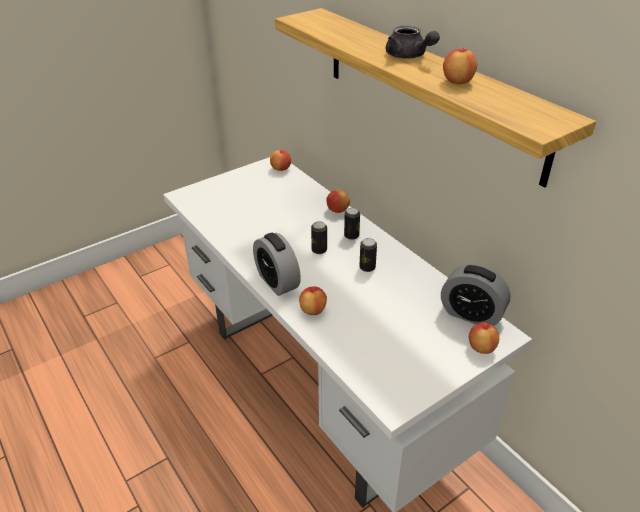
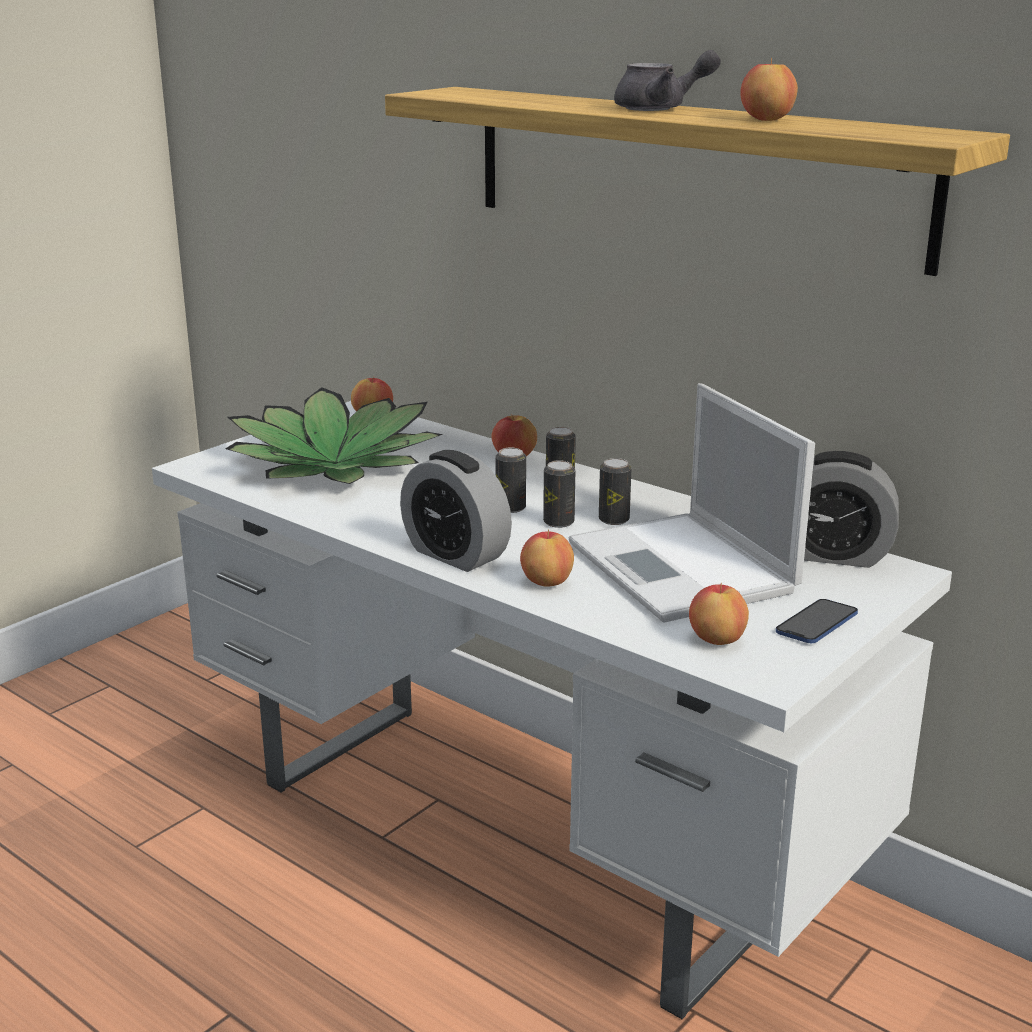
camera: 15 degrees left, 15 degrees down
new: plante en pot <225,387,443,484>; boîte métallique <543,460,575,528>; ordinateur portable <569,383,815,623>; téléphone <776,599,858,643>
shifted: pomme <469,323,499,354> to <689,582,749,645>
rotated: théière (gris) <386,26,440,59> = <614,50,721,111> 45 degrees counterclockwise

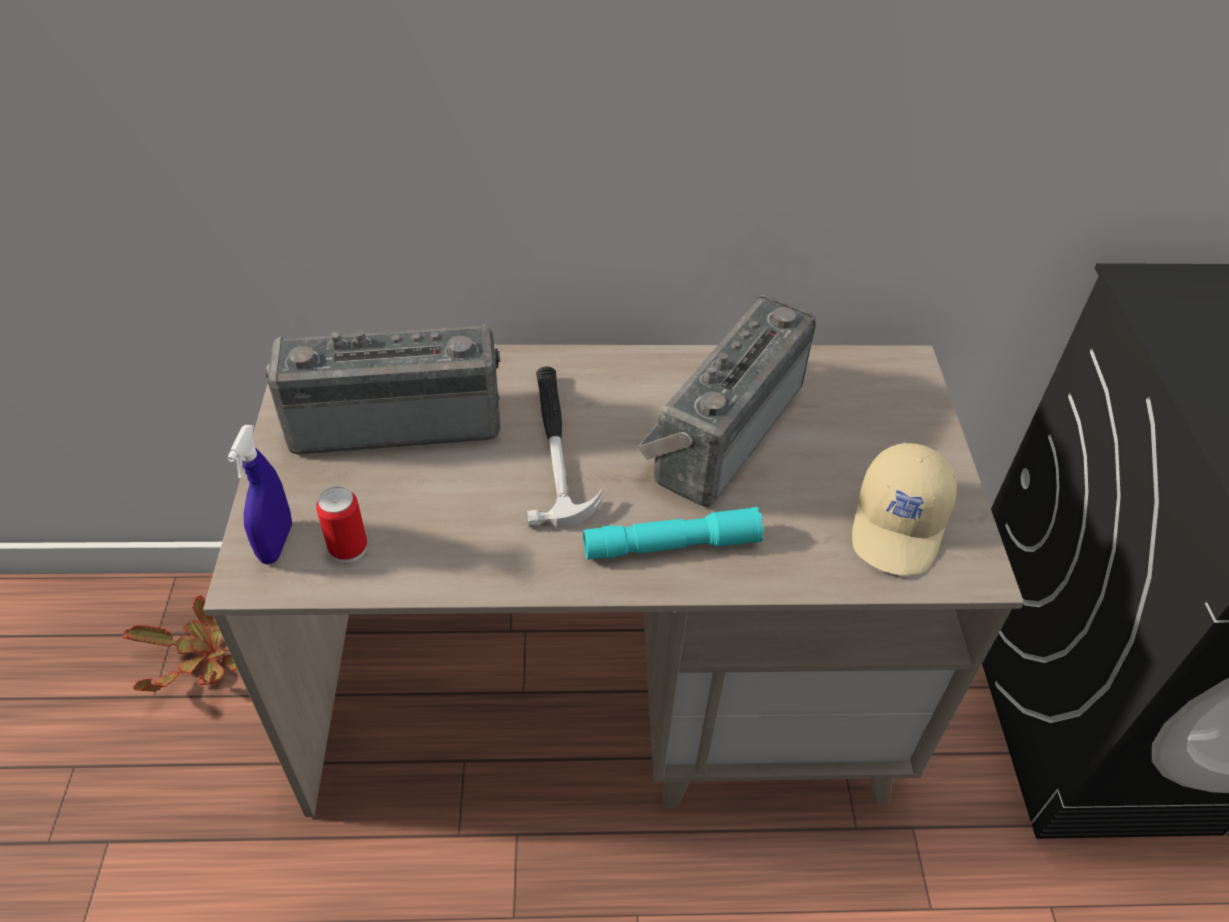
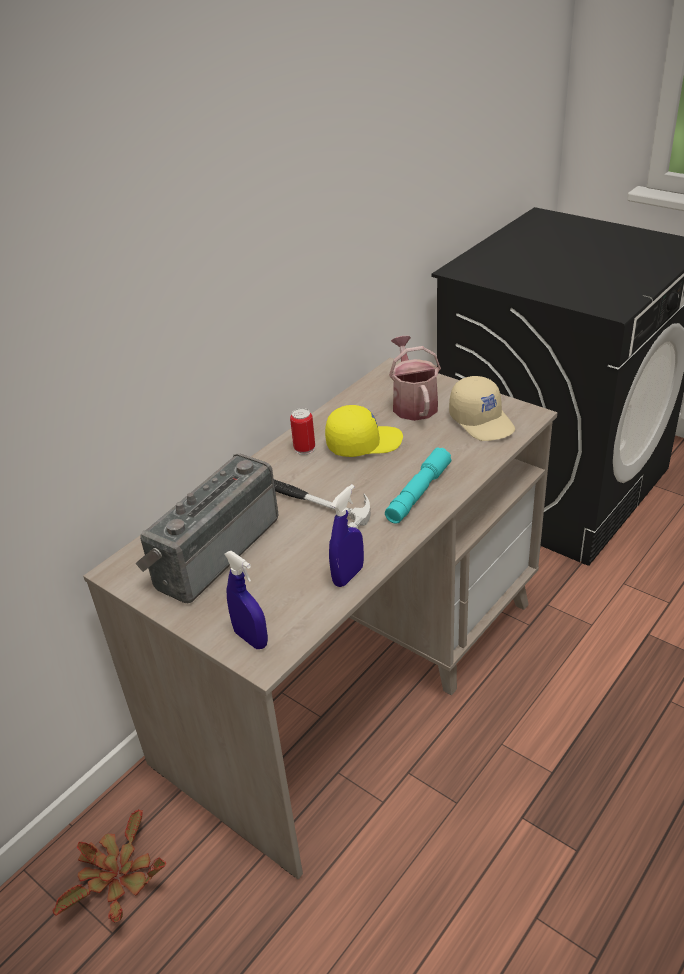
camera: 45 degrees left, 10 degrees down
new: vaporisateur (bleu) <329,484,364,587>; arrosoir <389,336,441,421>
shifted: boîte métallique <316,486,367,563> to <290,408,315,455>
swapped: radio <637,295,816,507> to casquette (jaune) <325,405,403,457>

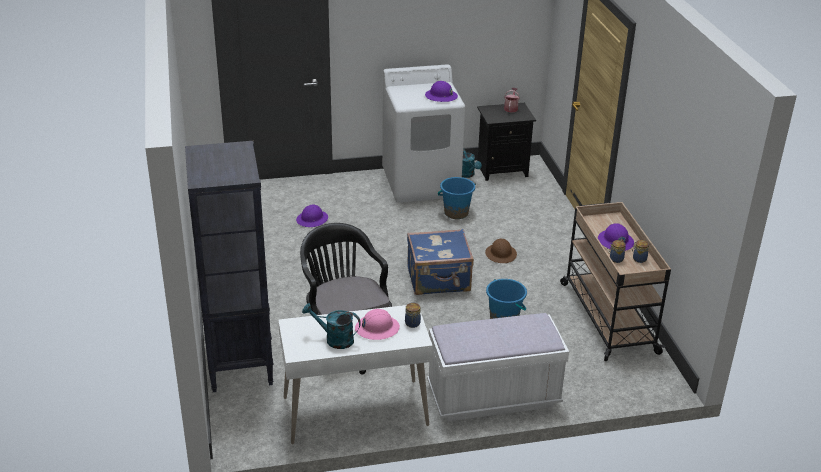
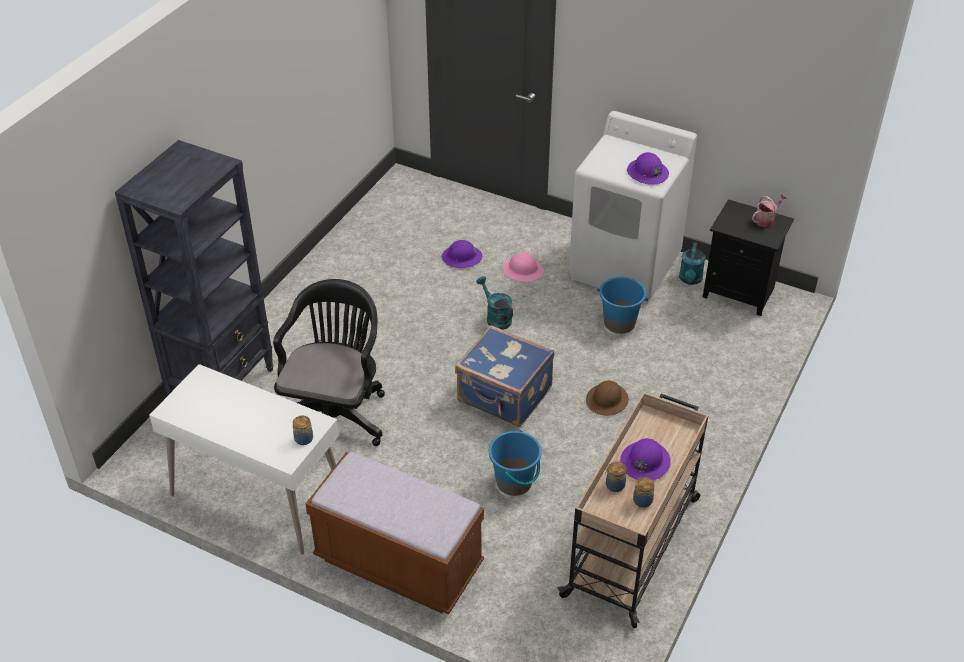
camera: 40 degrees right, 10 degrees up
shifted: arrosoir (turquoise) <302,303,361,349> to <476,276,513,330>; casque de chantier (rose) <355,309,400,340> to <503,253,543,282>
repainted: banc (blanc) <427,313,569,421> to banc (marron) <305,452,484,614>

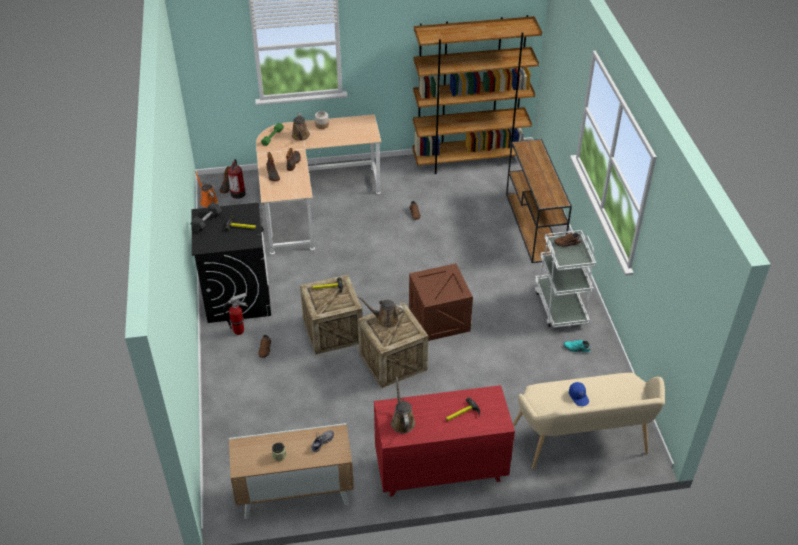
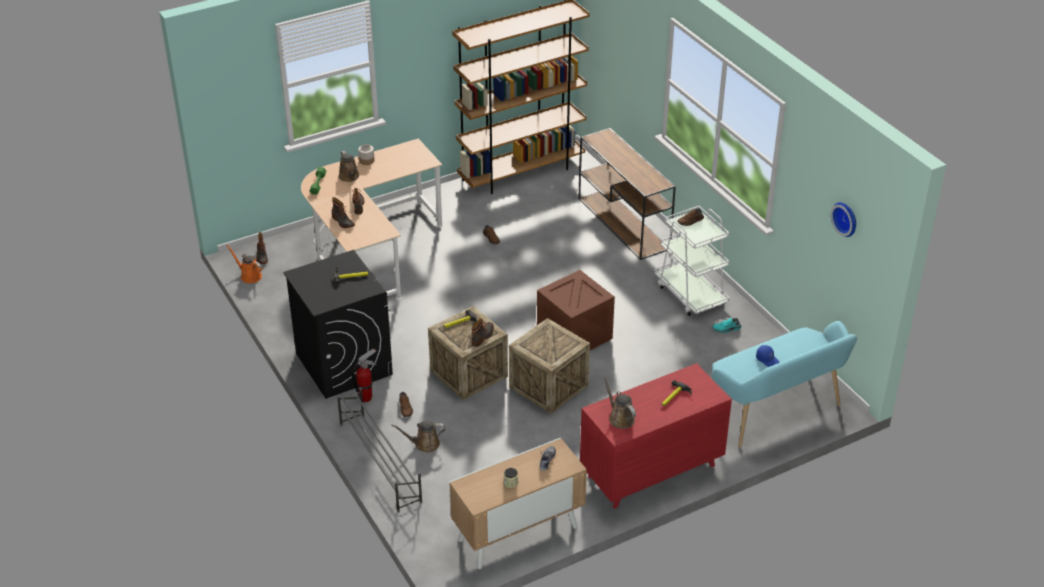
camera: 20 degrees left, 5 degrees down
gone: haltère (gris) <190,202,222,232>; extincteur <228,159,246,199>
new: étagère à chaussures (gris) <337,387,423,513>; botte <472,319,494,347>; horloge murale <831,202,856,237>
shifted: arrosoir (marron) <357,296,404,328> to <391,421,445,452>
repainted: banc (beige) <513,373,665,469> to banc (turquoise) <712,321,857,447>

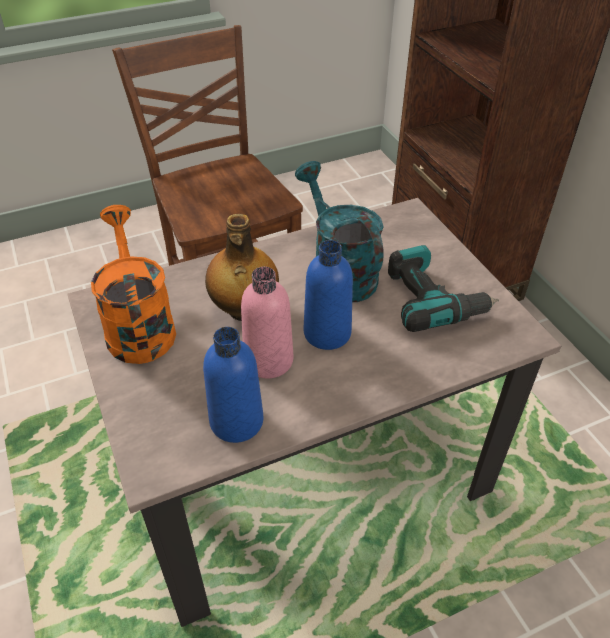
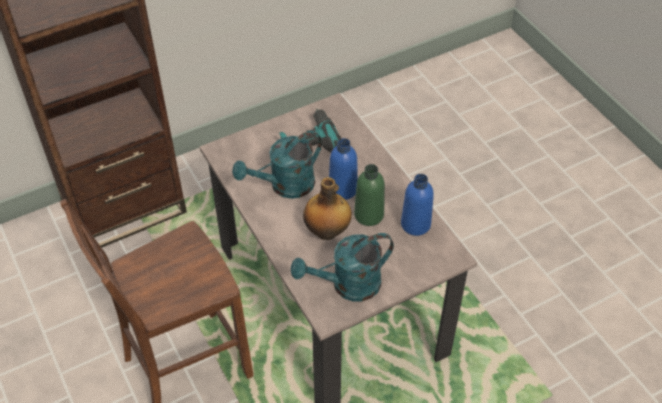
camera: 95 degrees left, 5 degrees up
repainted: arrosoir (orange) <91,205,176,364> to arrosoir (turquoise) <291,233,394,301>; bouteille (rose) <241,267,293,378> to bouteille (vert) <354,164,385,226>

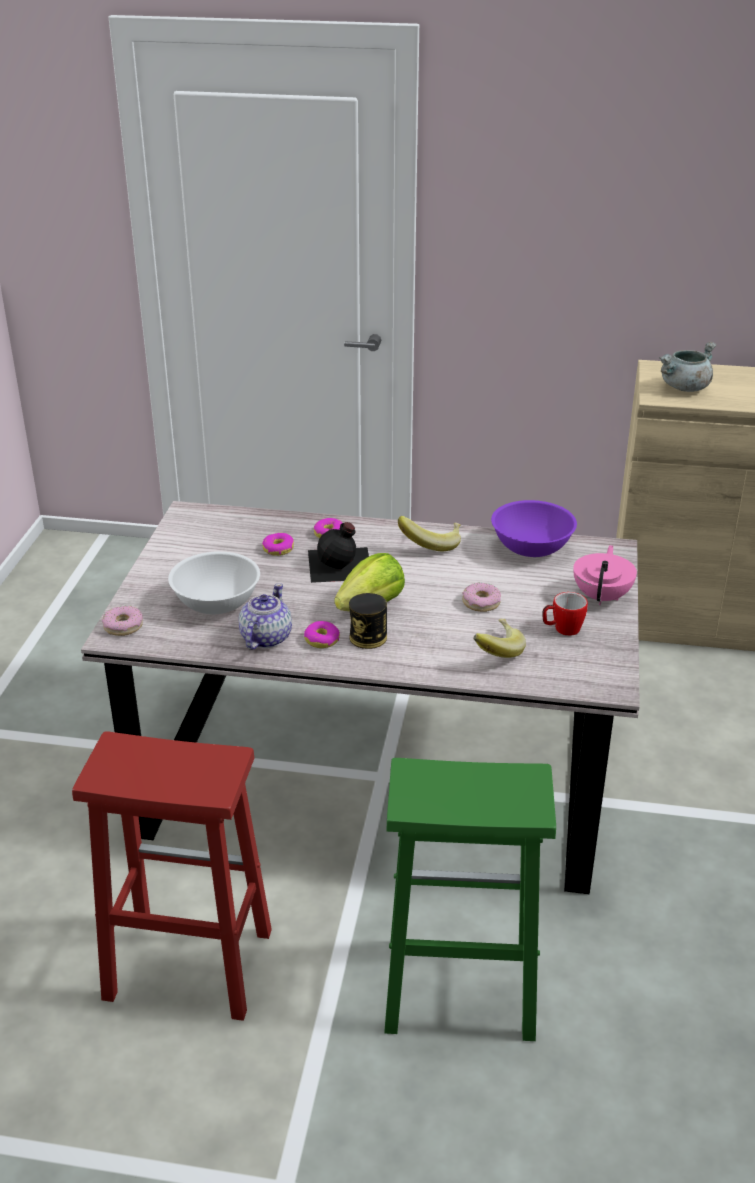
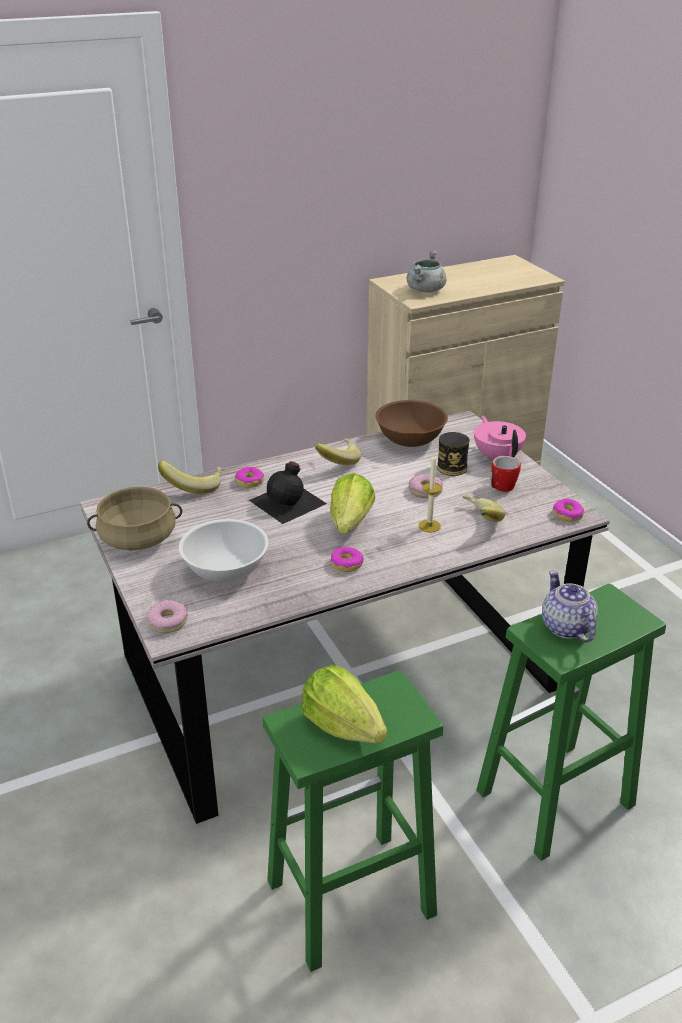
camera: 35 degrees left, 0 degrees up
new: marmite (beige) <87,487,182,551>; banane <158,461,223,494>; laitue <302,665,387,743>; bougie <418,454,442,533>
shifted: théière <239,583,292,650> to <542,571,598,642>; beignet <262,533,294,556> to <553,499,584,522>; boîte métallique <349,593,387,649> to <437,432,470,476>
repainted: tabouret (rouge) <72,731,272,1021> to tabouret (vert) <263,670,443,972>; bol (violet) <491,500,577,557> to bol (marron) <375,400,448,447>

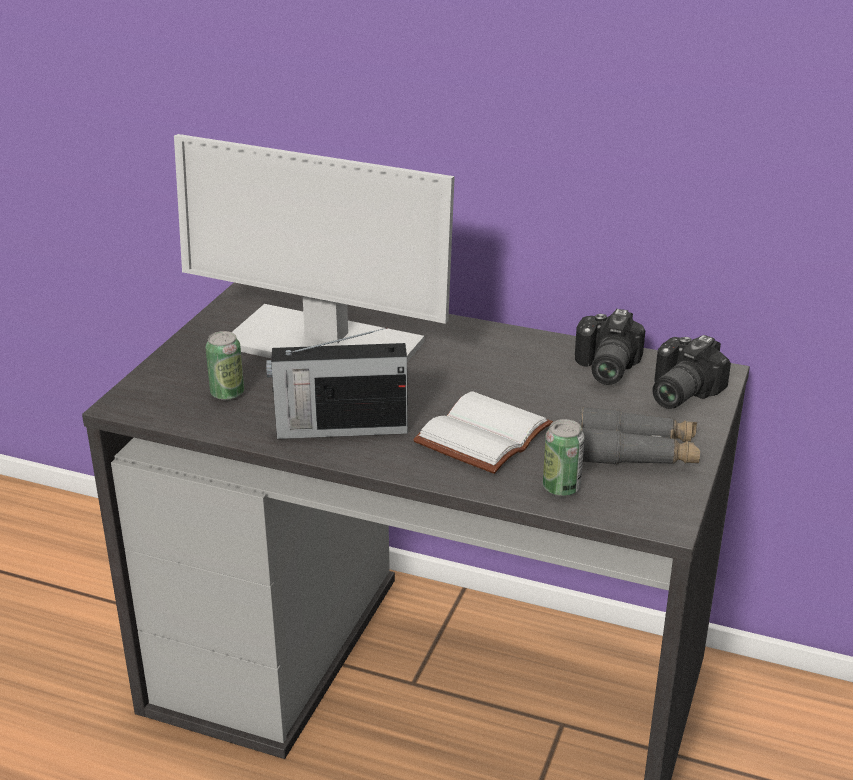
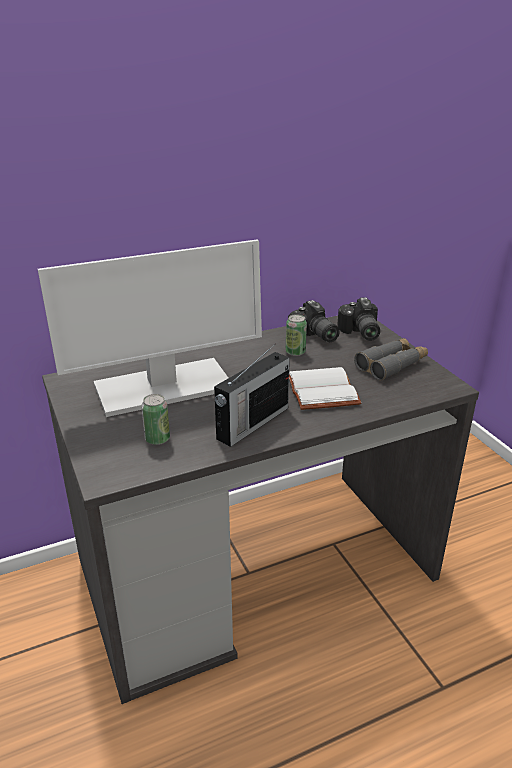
camera: 45 degrees left, 0 degrees up
shifted: boîte métallique <543,419,585,496> to <286,314,307,356>

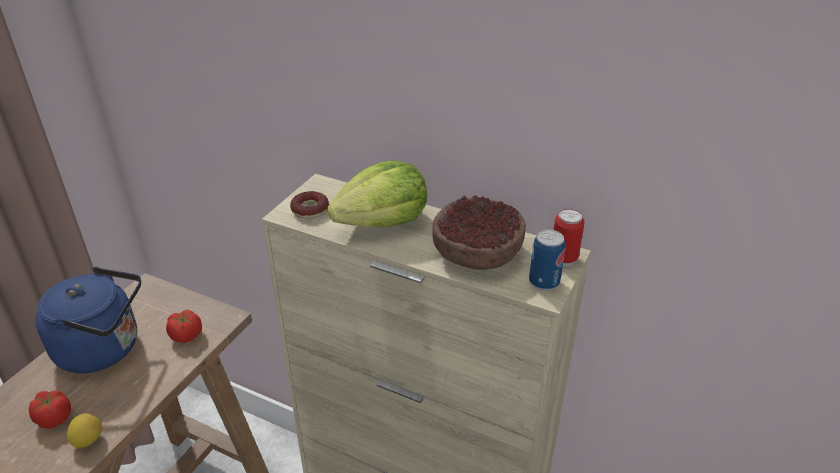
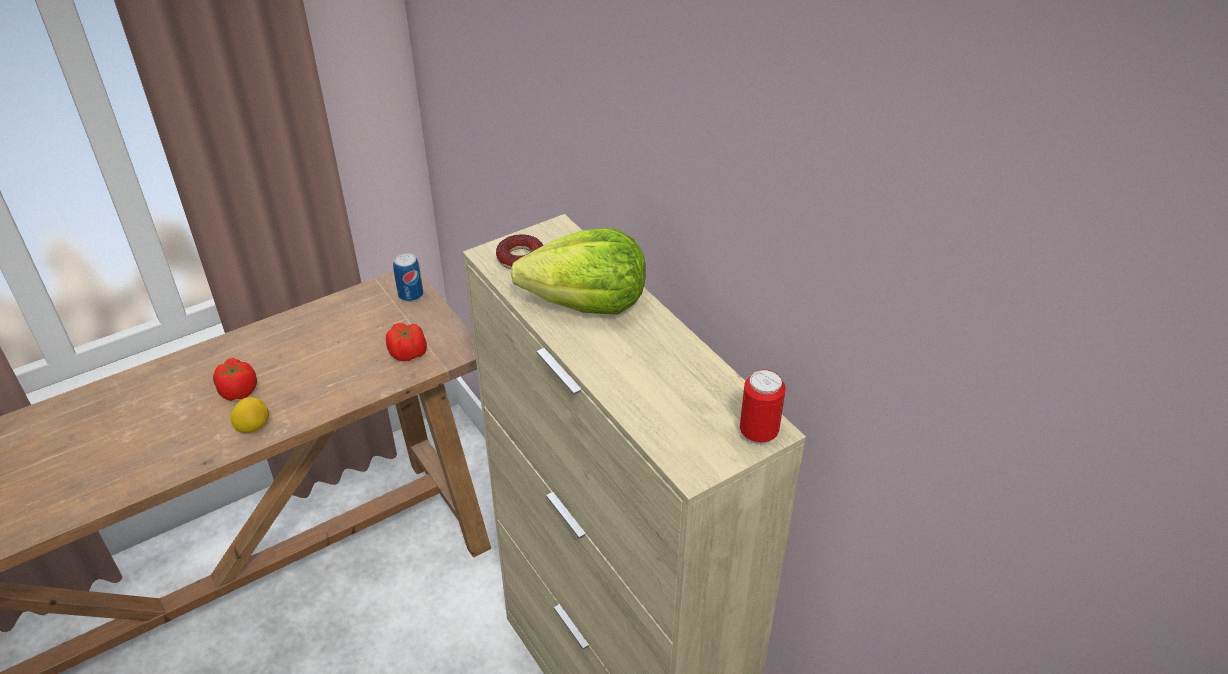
camera: 30 degrees right, 5 degrees up
gone: bouilloire (bleu) <36,267,141,373>; bol <432,195,526,270>
shifted: boîte métallique <529,229,565,290> to <393,253,423,302>

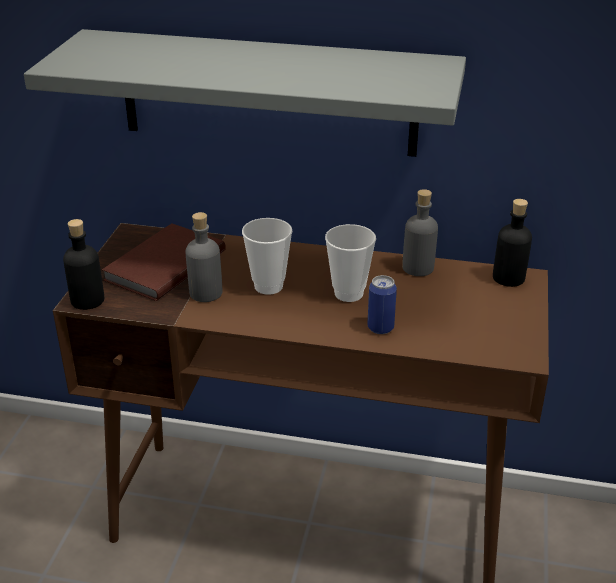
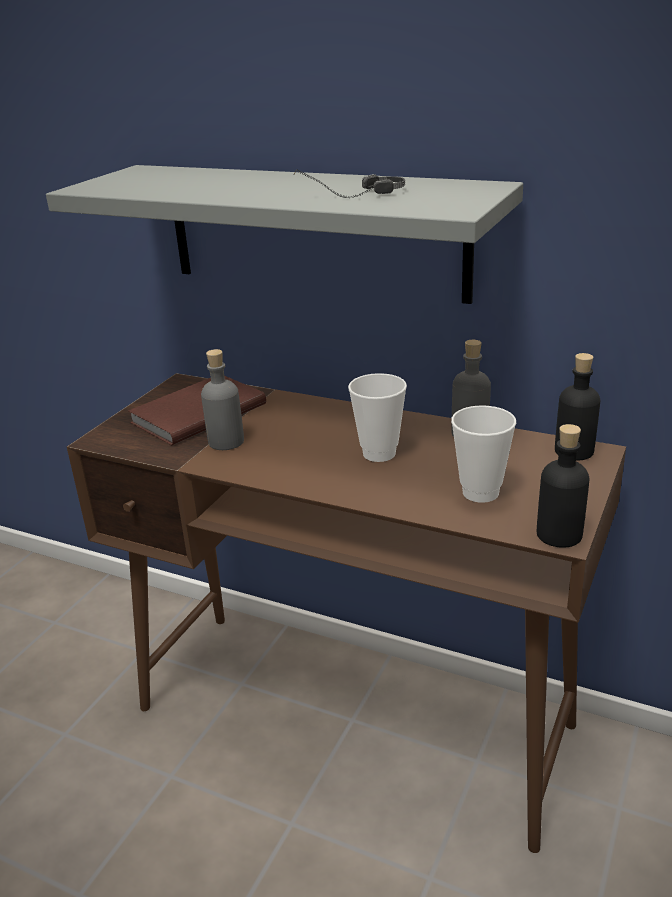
camera: 15 degrees right, 5 degrees down
gone: boîte métallique <367,275,397,334>
new: casque audio <294,169,405,198>
shifted: bouteille (noir) <63,219,104,310> to <537,424,589,548>; tasse <242,218,292,295> to <451,406,516,503>

